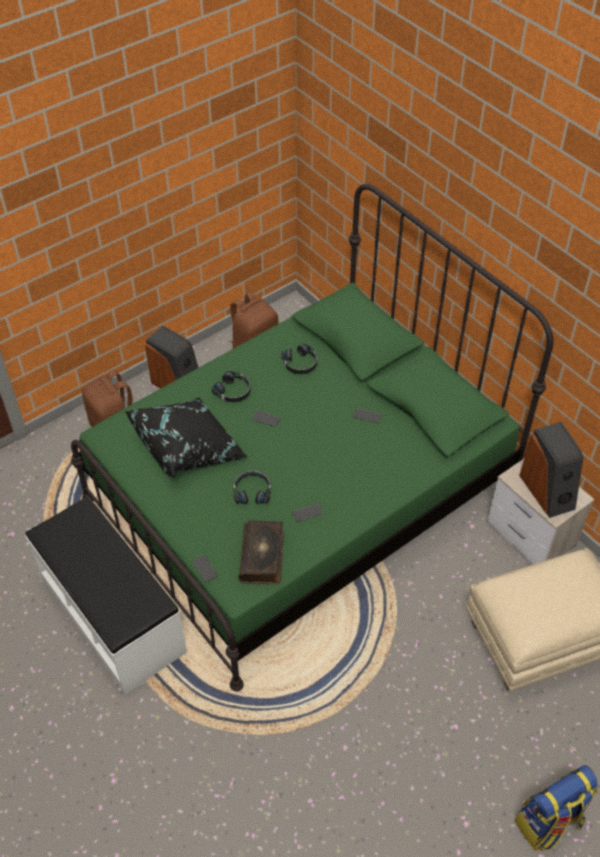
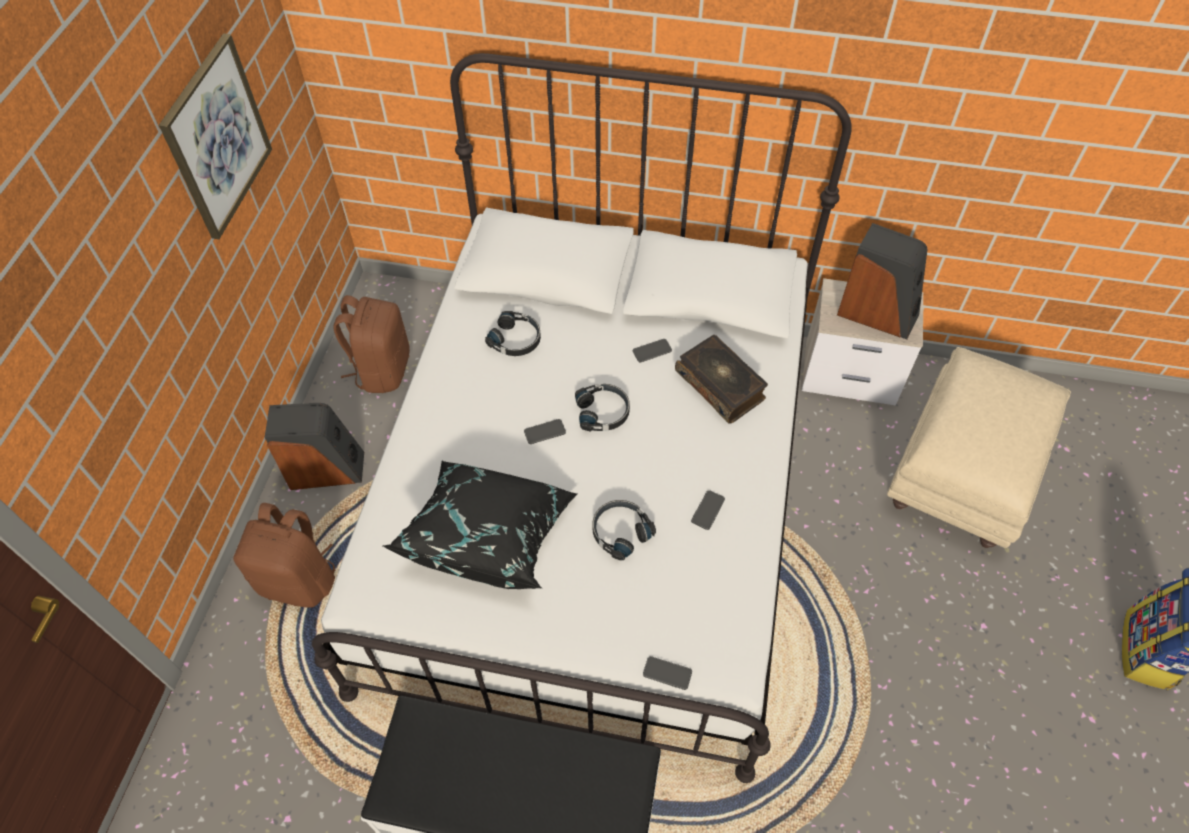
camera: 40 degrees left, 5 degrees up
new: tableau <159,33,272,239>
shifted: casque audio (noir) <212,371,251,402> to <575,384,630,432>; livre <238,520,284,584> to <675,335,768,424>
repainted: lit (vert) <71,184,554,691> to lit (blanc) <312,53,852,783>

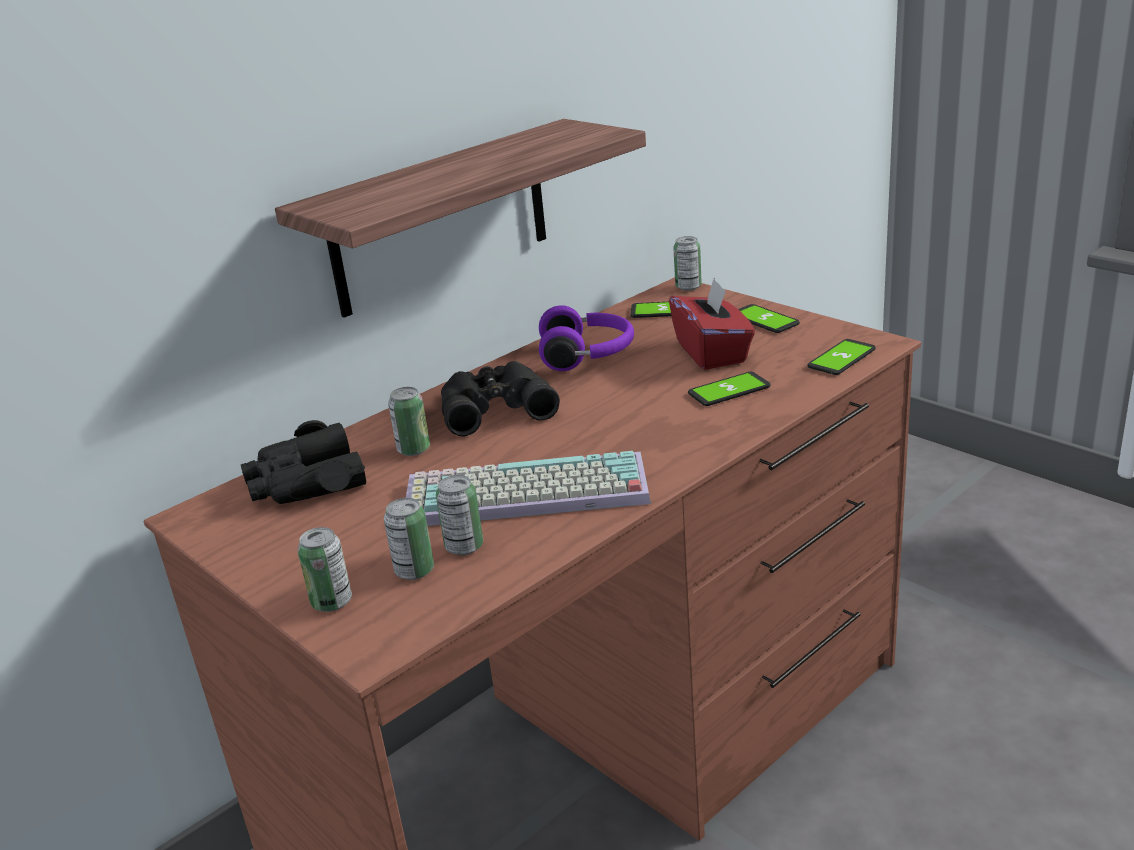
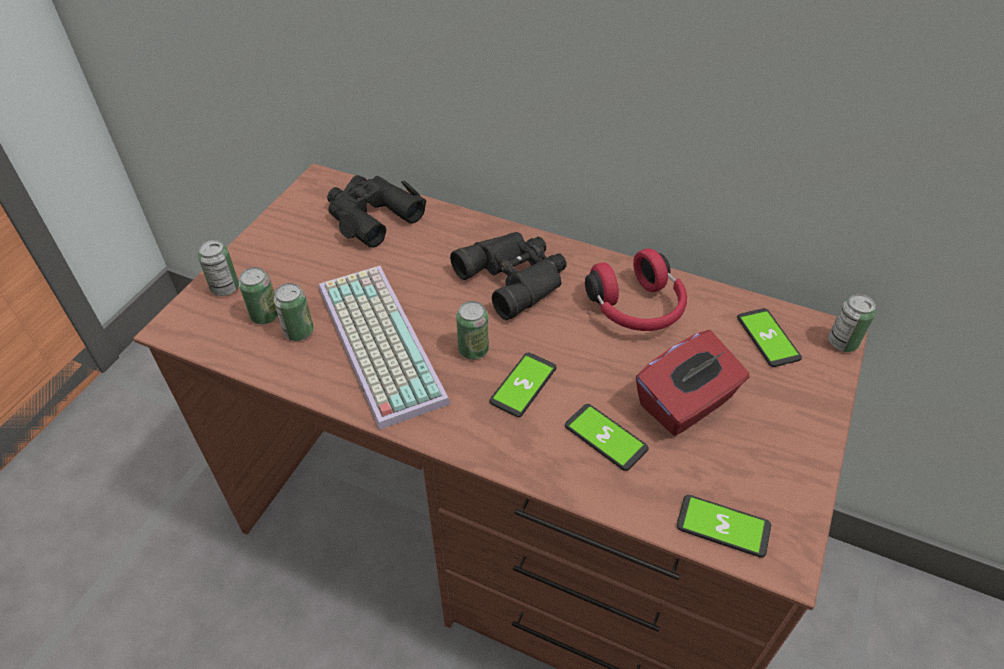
camera: 65 degrees right, 20 degrees up
gone: étagère <275,119,646,318>
shifted: boîte métallique <388,387,430,456> to <456,301,489,359>; téléphone <738,304,800,333> to <490,352,557,417>
repainted: casque audio (violet) <539,305,634,371> to casque audio (rouge) <585,248,687,331>

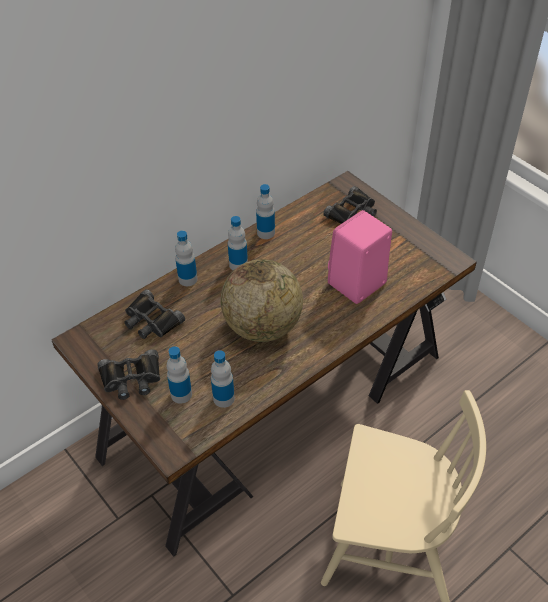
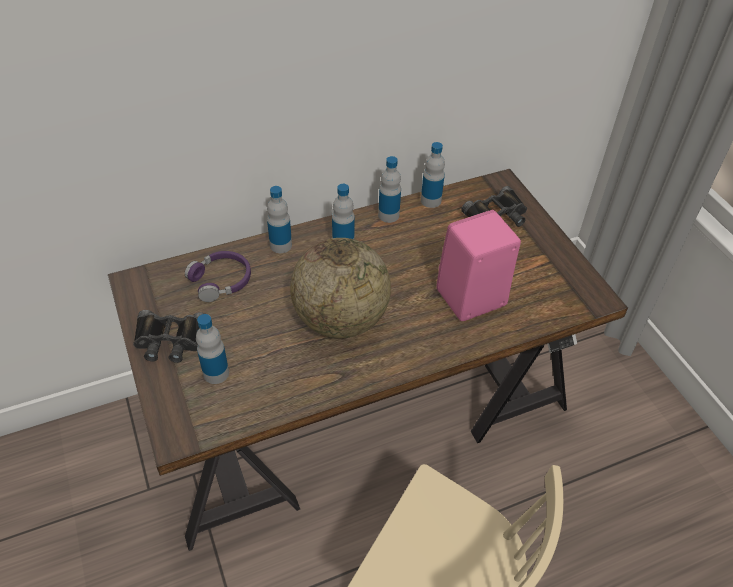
camera: 15 degrees right, 0 degrees up
shifted: bouteille <211,350,235,408> to <421,142,445,208>
swapped: jumelles (noir) <125,289,185,339> to casque audio (violet) <185,251,251,302>

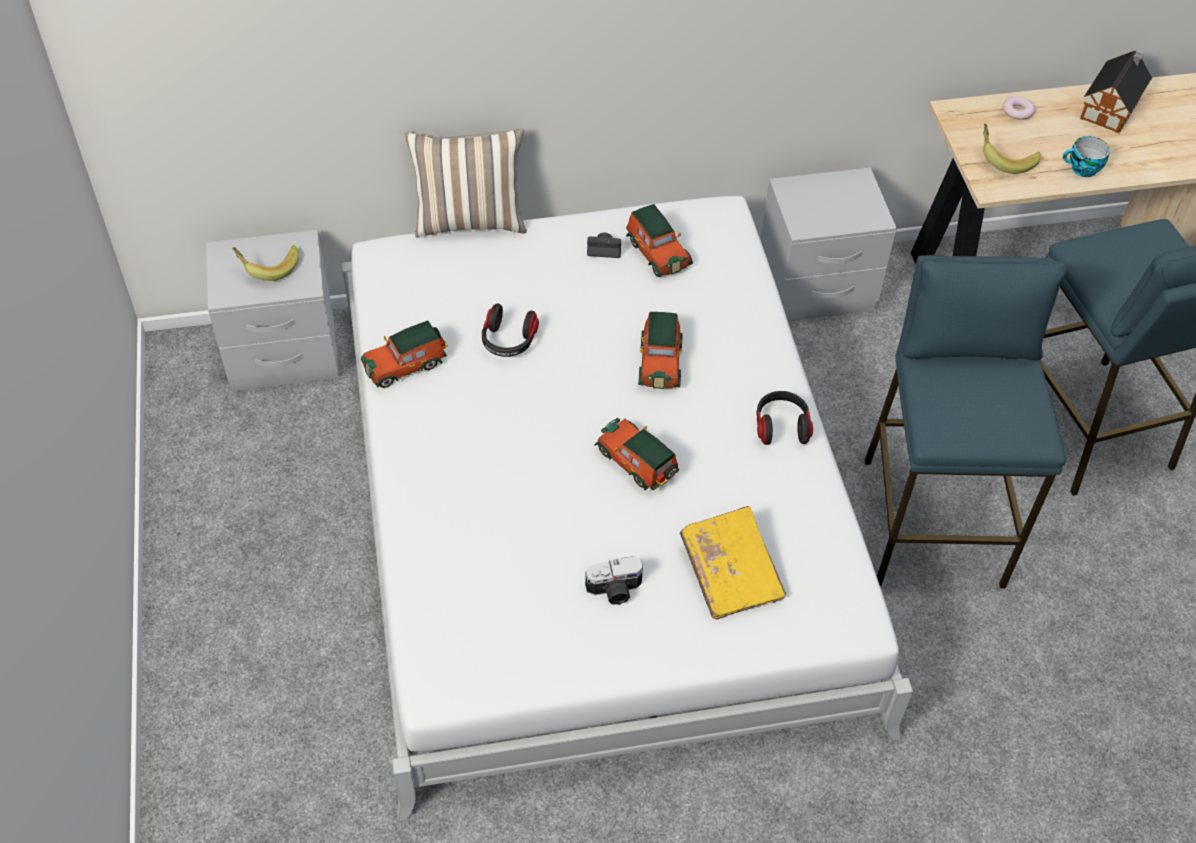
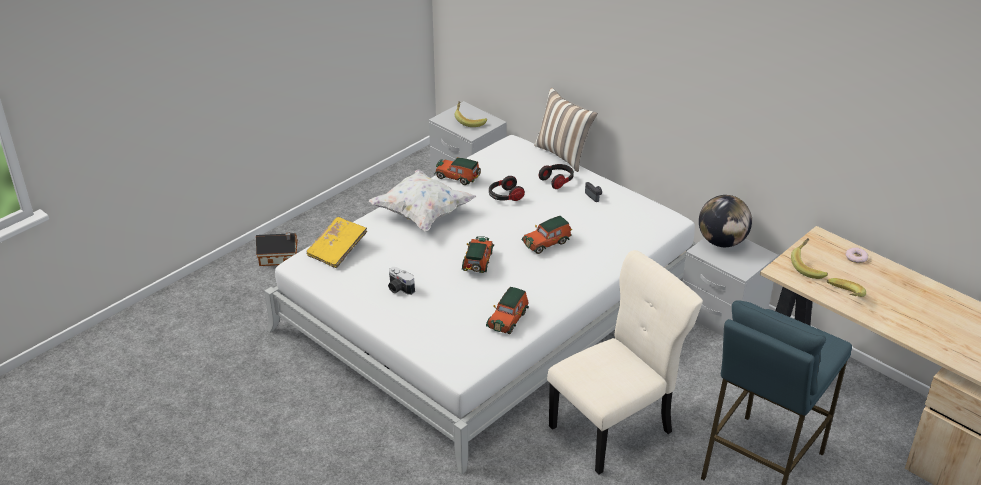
camera: 55 degrees right, 15 degrees down
new: coussin (blanc) <369,170,476,232>; globe <699,195,752,247>
shifted: petite voiture <626,204,693,277> to <486,287,529,334>; livre (jaune) <680,506,786,620> to <306,217,367,268>; casque audio <756,391,813,445> to <539,164,574,189>; maison miniature <1080,51,1152,134> to <256,232,298,266>
swapped: tabouret (bleu) <865,255,1068,588> to chaise (beige) <547,250,703,474>; tasse <1063,136,1110,177> to banane <827,278,866,297>

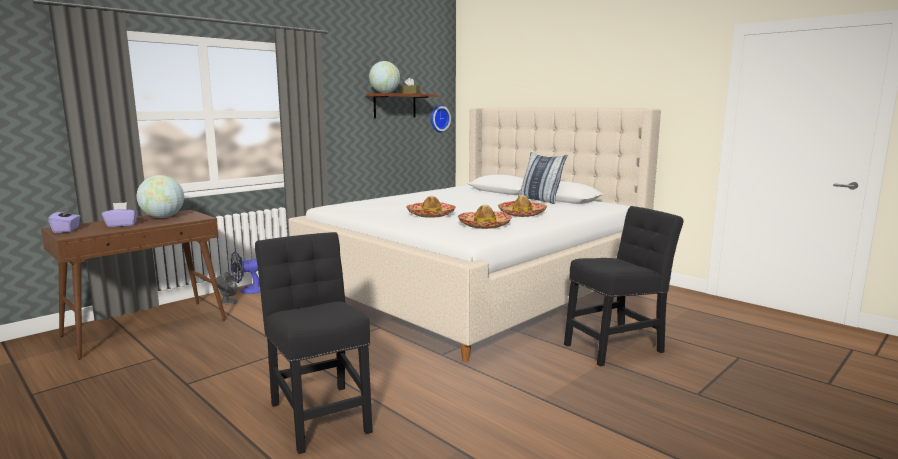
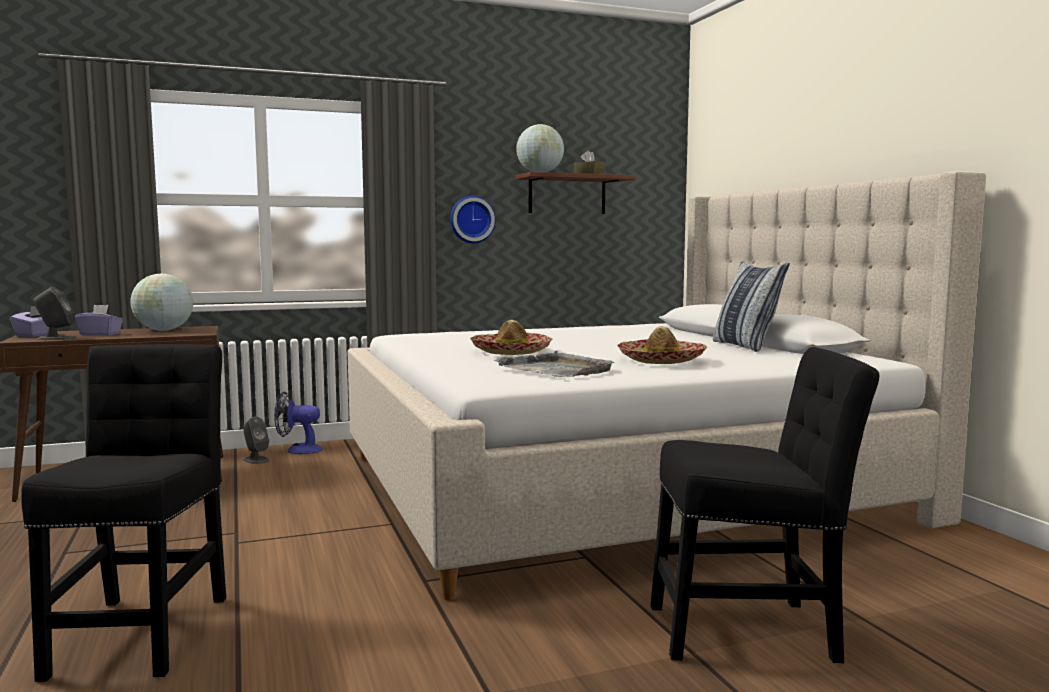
camera: 25 degrees right, 5 degrees down
new: enceinte (gris) <33,287,76,340>
shifted: horloge murale <430,105,451,132> to <450,196,496,243>
swapped: chapeau <457,205,512,229> to plateau (gris) <494,350,614,377>

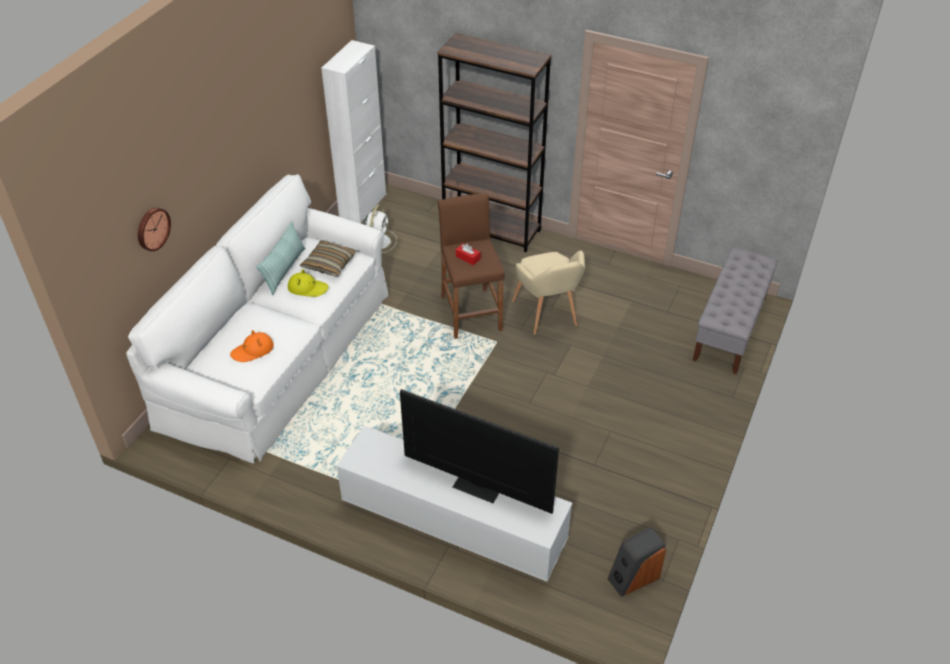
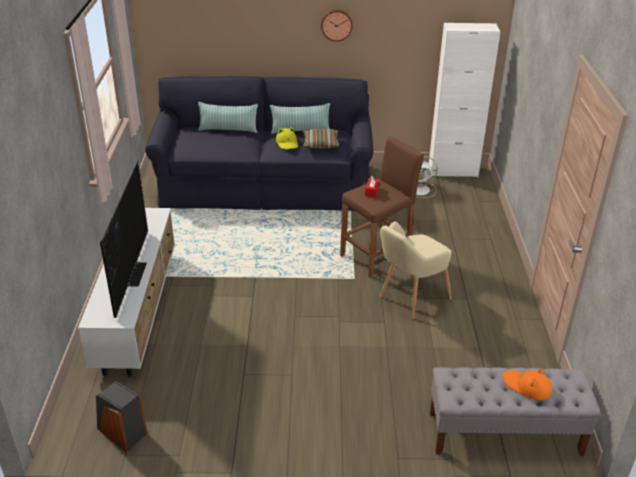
camera: 65 degrees right, 10 degrees down
gone: bibliothèque (marron) <437,33,552,252>
new: coussin <198,102,258,133>
shifted: horloge murale <138,208,171,251> to <321,10,353,42>; chapeau (orange) <230,330,274,362> to <503,368,552,400>
repainted: canapé (blanc) <126,174,389,463> to canapé (noir) <145,76,373,211>

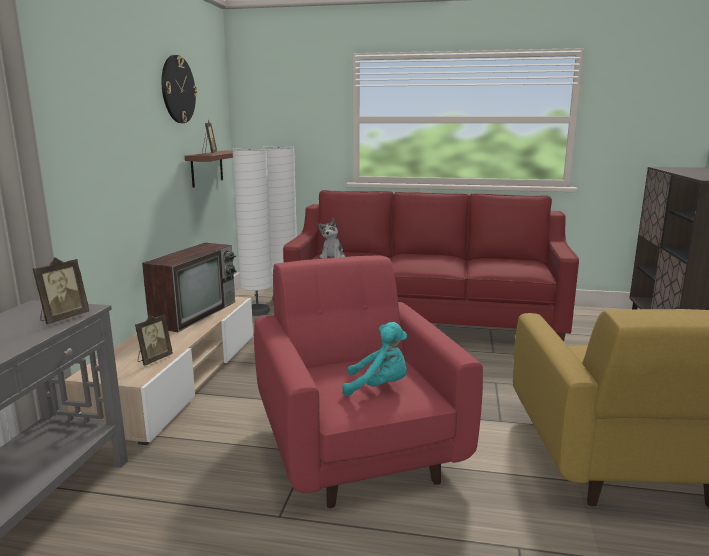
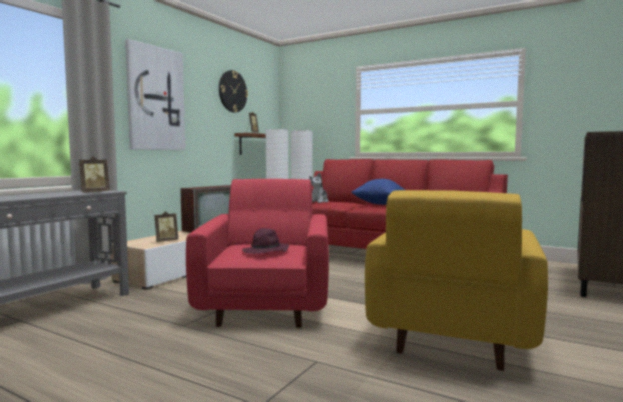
camera: 20 degrees right, 10 degrees down
new: tableau <125,39,185,150>; coussin (bleu) <352,179,405,205>
swapped: peluche (turquoise) <343,322,407,396> to chapeau (violet) <242,228,289,254>

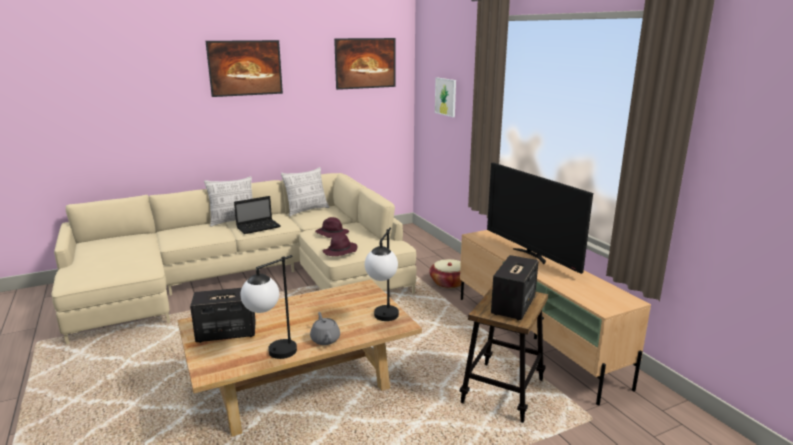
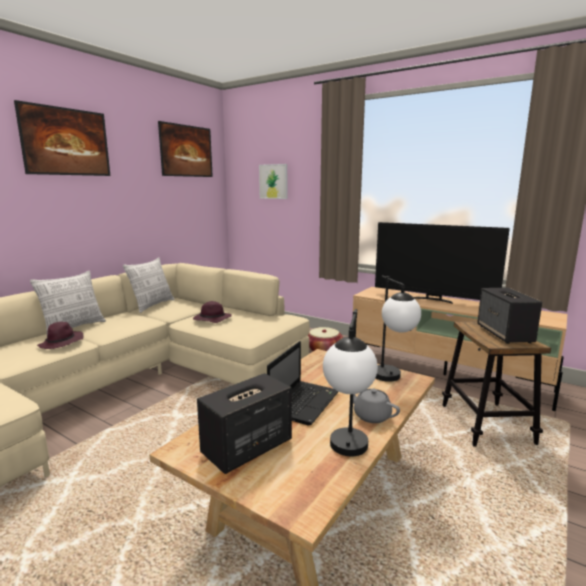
camera: 30 degrees left, 5 degrees down
shifted: ordinateur portable <234,196,281,234> to <267,341,339,426>; chapeau (violet) <323,234,357,256> to <37,322,84,349>

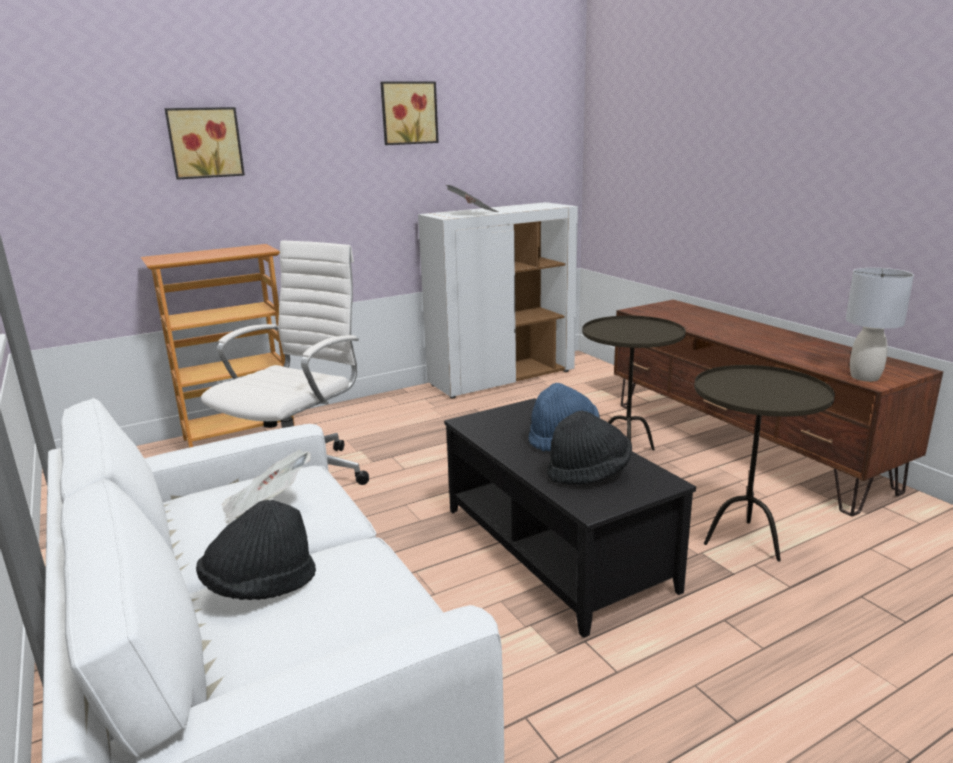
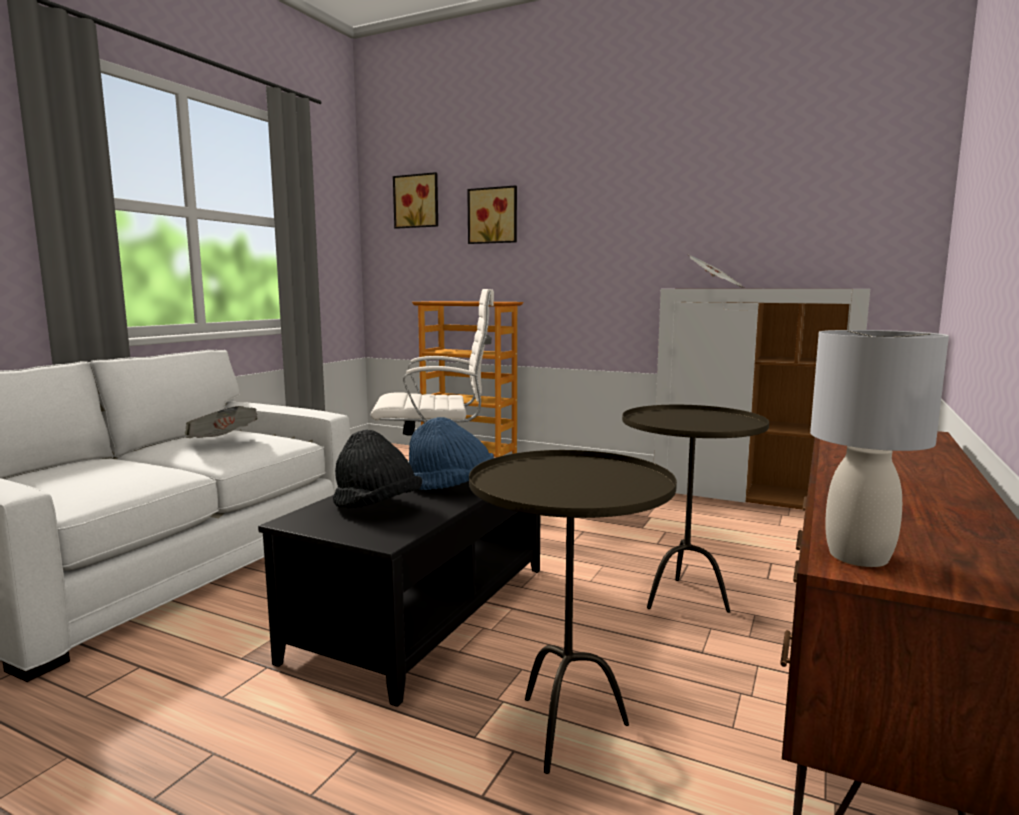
camera: 55 degrees right, 10 degrees down
gone: chapeau (noir) <196,500,316,600>
shifted: tableau <380,82,439,145> to <393,172,438,229>

